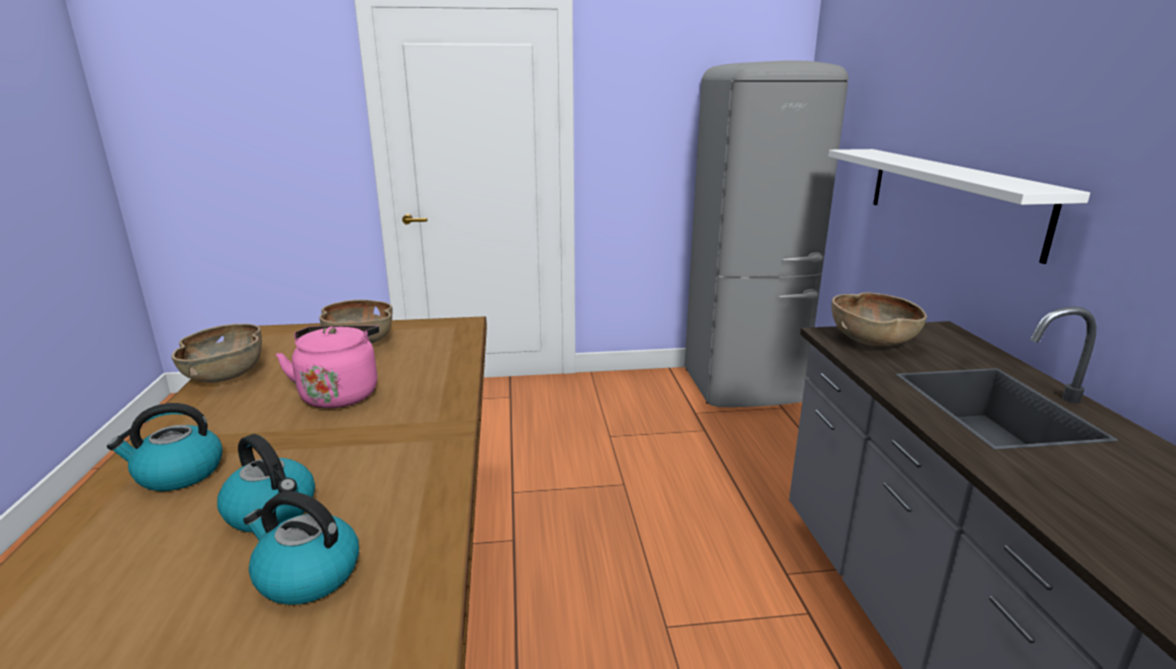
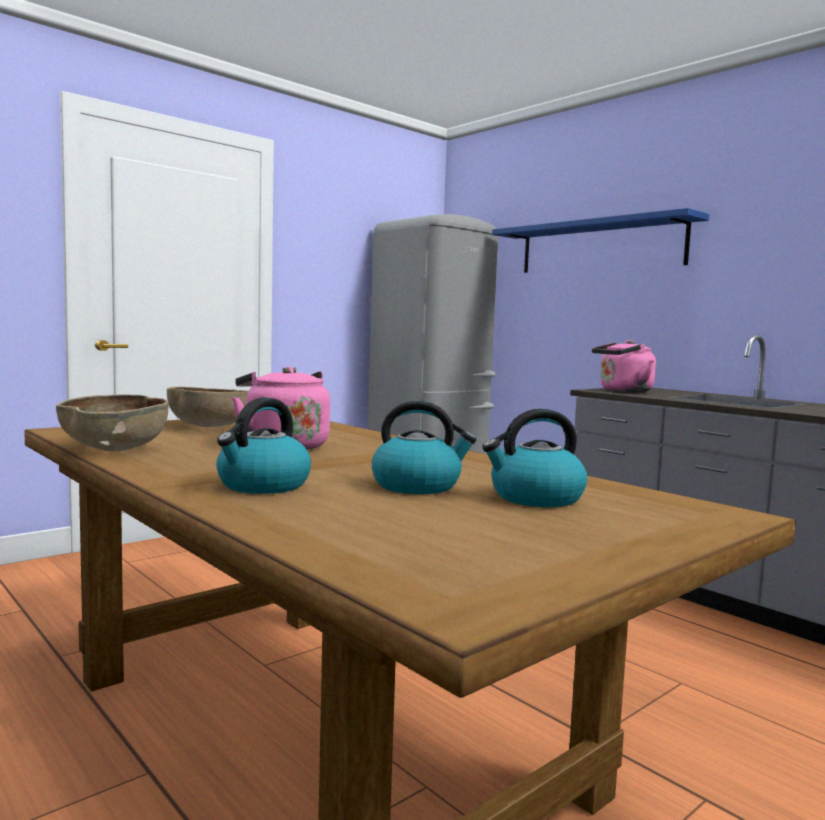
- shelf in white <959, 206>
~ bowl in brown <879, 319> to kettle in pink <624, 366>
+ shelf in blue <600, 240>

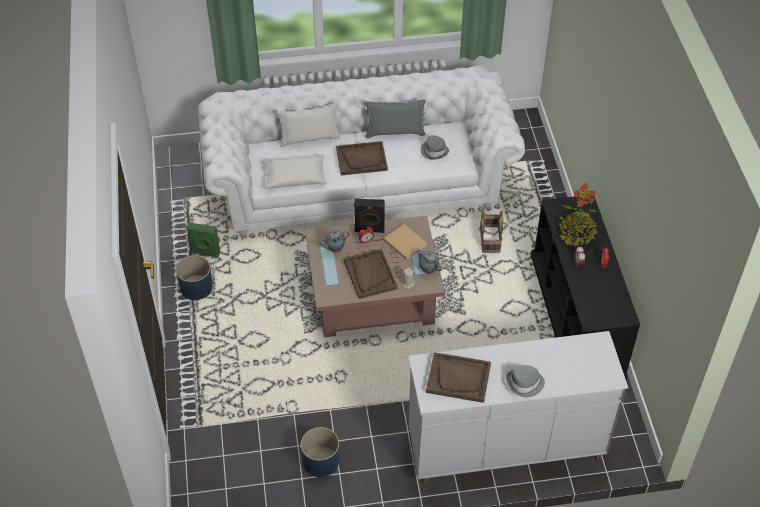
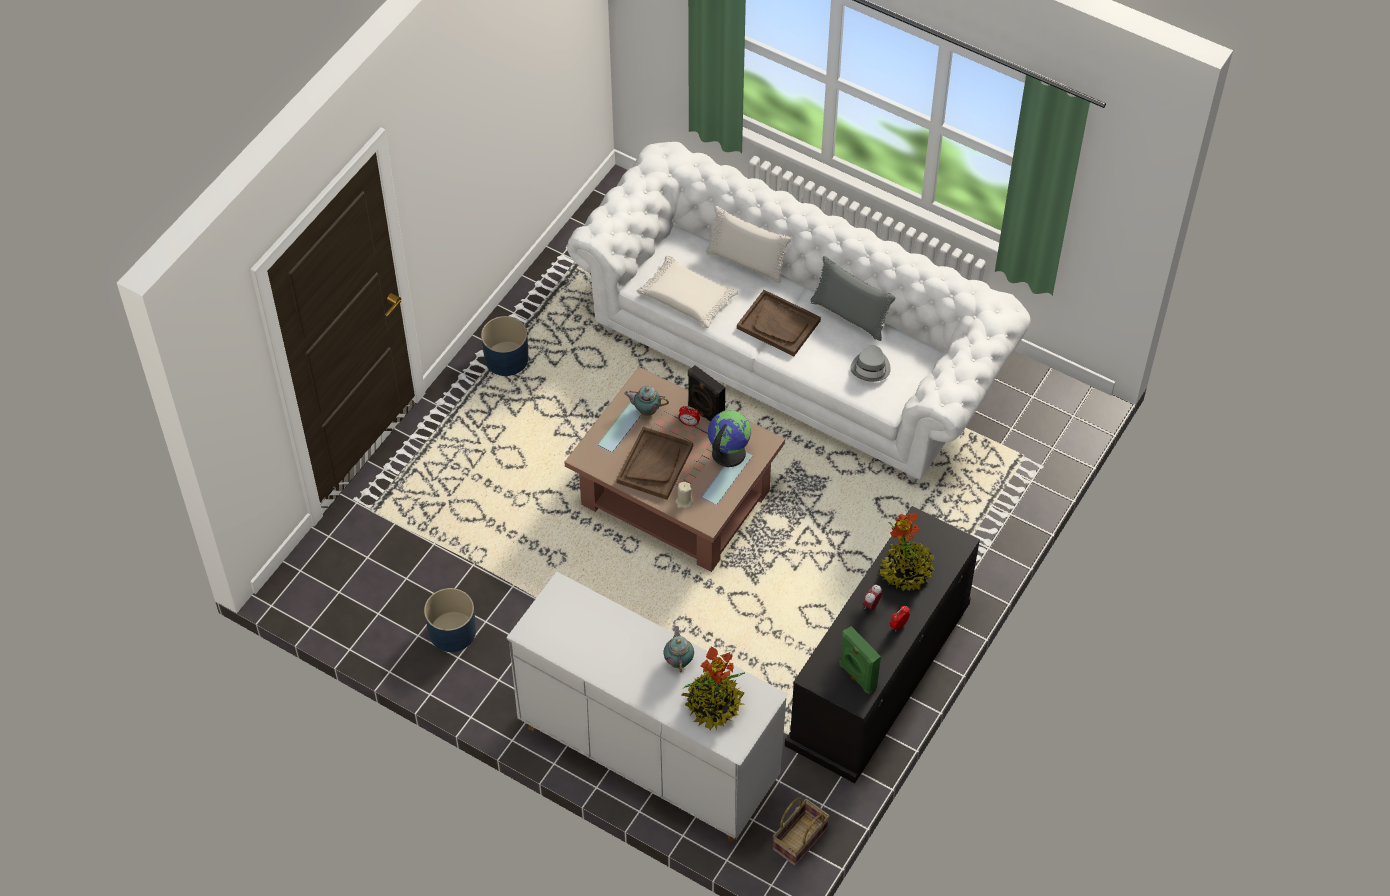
~ speaker in green <203, 240> to <860, 660>
~ book in beige <405, 242> to globe <729, 438>
~ teapot <429, 262> to <679, 649>
- tray in brown <458, 377>
~ basket <491, 232> to <801, 831>
- hat in grey <525, 381>
+ potted plant <713, 688>

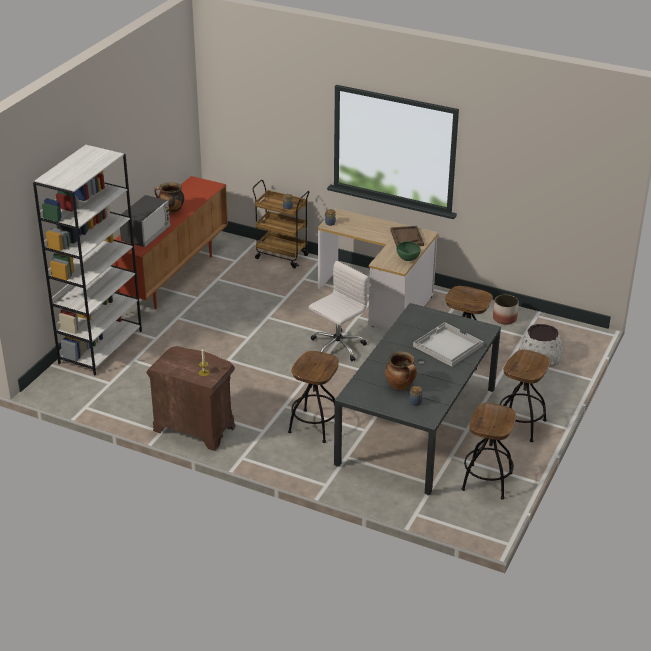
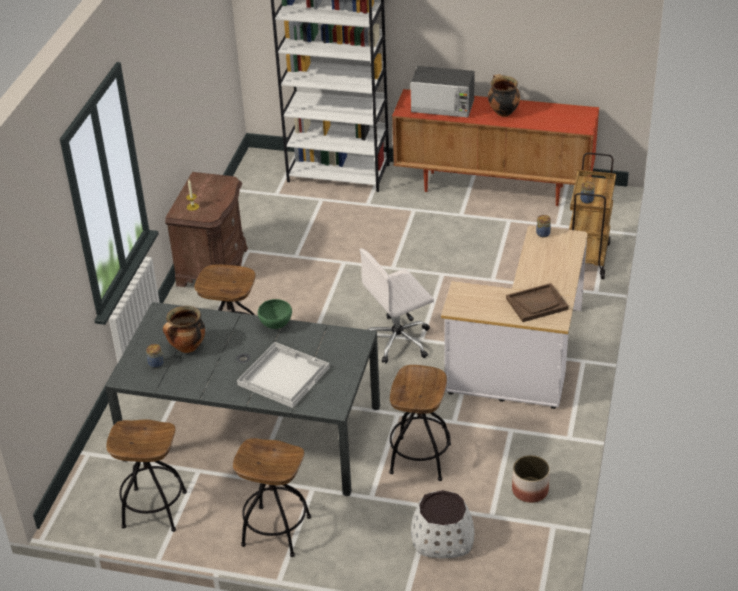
~ office chair in white <338, 311> = <397, 306> 120 degrees clockwise
~ bowl in green <408, 251> to <275, 314>

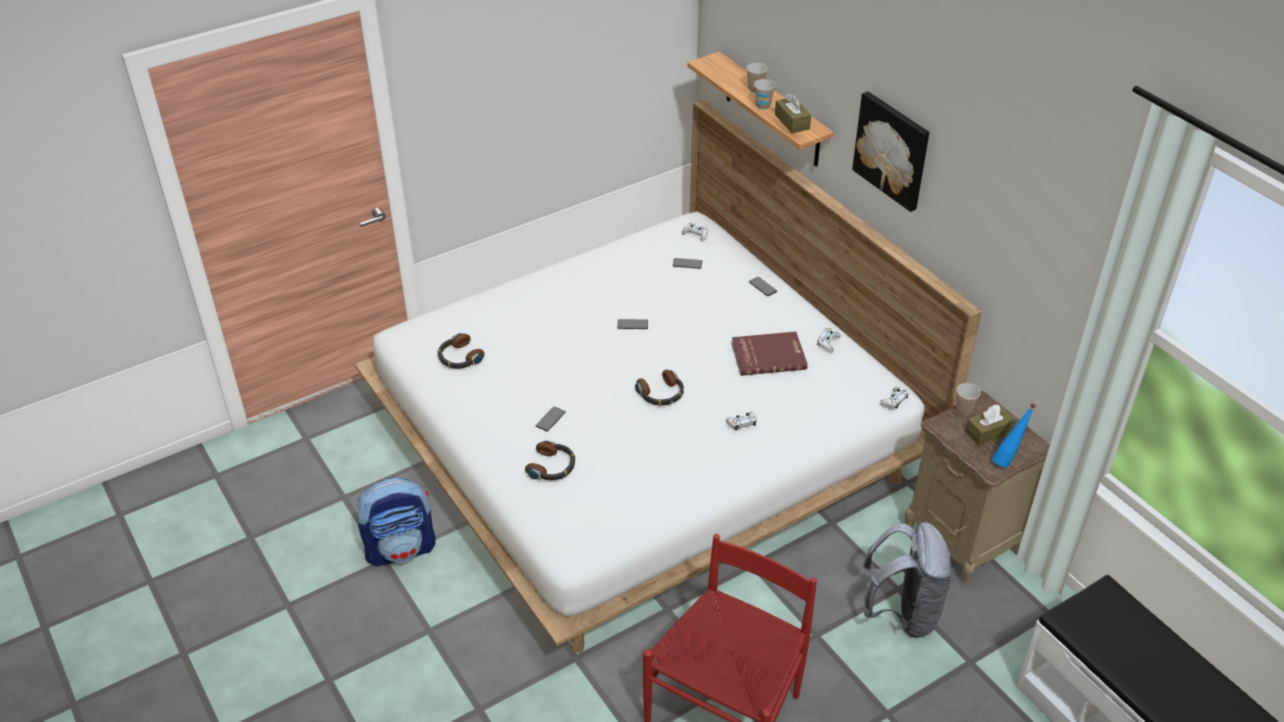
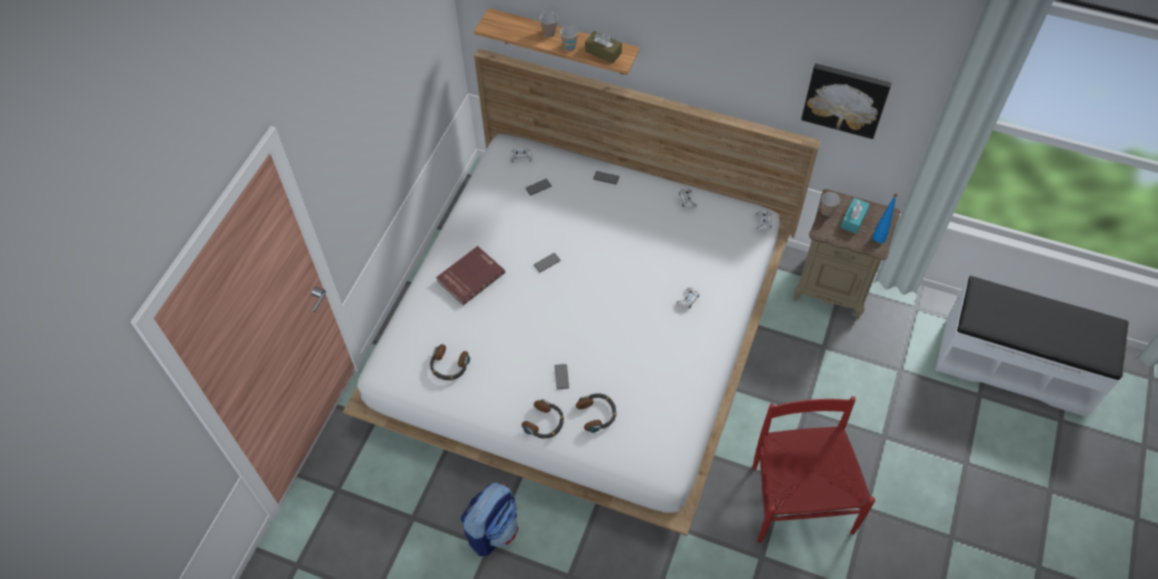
~ headphones <659, 388> to <543, 419>
~ book in red <769, 354> to <470, 275>
~ picture <890, 151> to <846, 101>
- backpack in grey <907, 580>
~ tissue box in brown <990, 425> to tissue box in turquoise <855, 216>

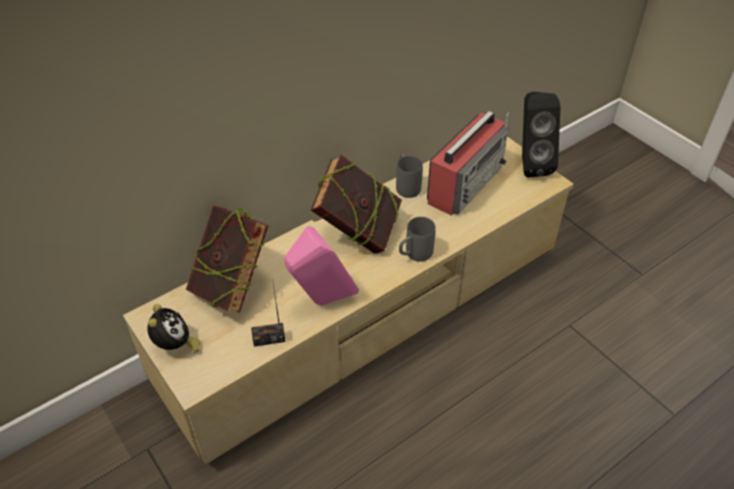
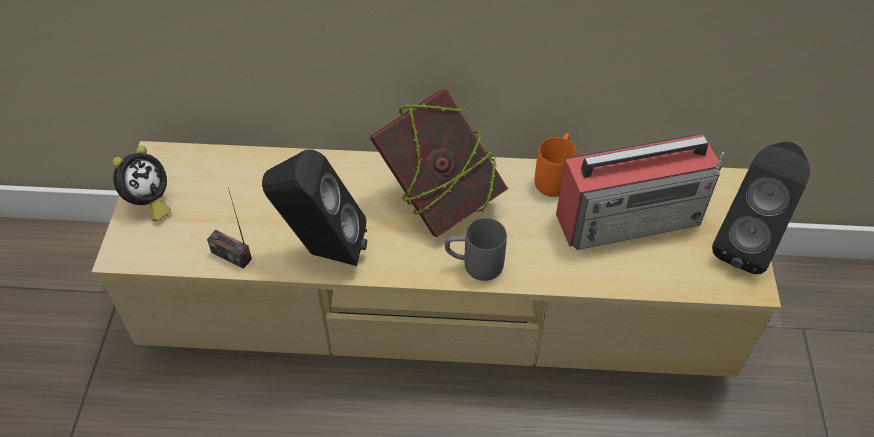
- book <227, 259>
~ speaker in pink <321, 266> to speaker in black <314, 208>
~ mug in grey <409, 176> to mug in orange <555, 165>

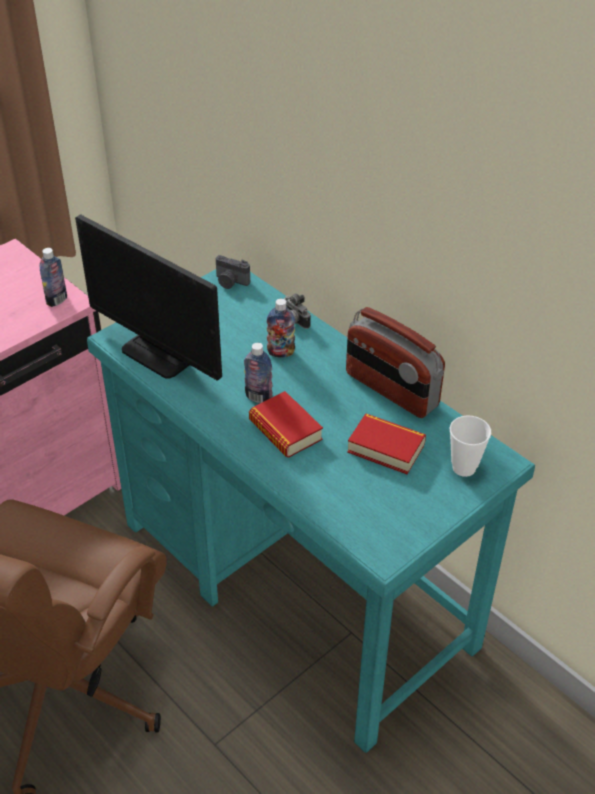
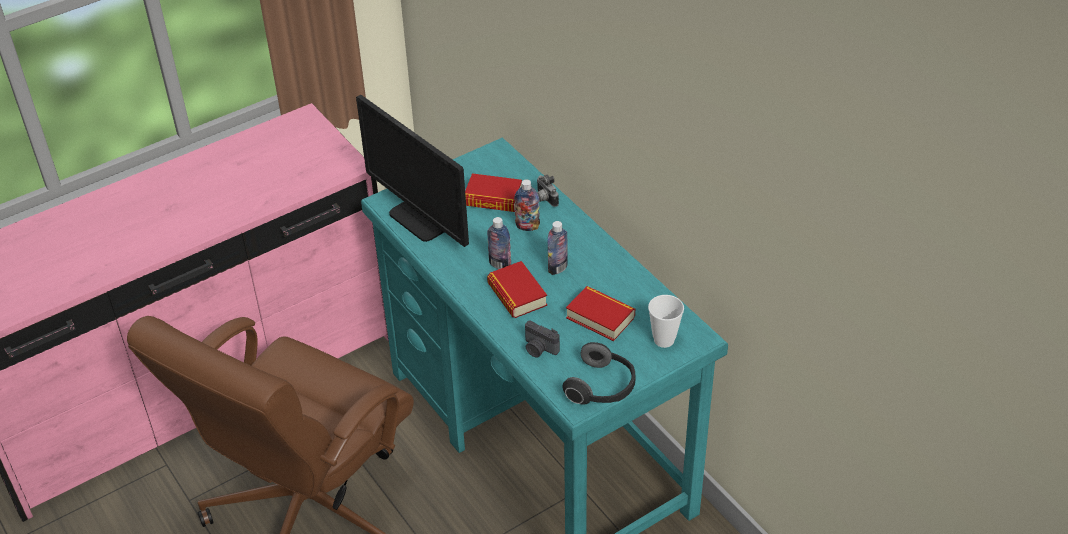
~ bottle <53, 277> to <558, 248>
~ photo camera <233, 272> to <542, 339>
- radio <395, 362>
+ book <493, 192>
+ headphones <598, 373>

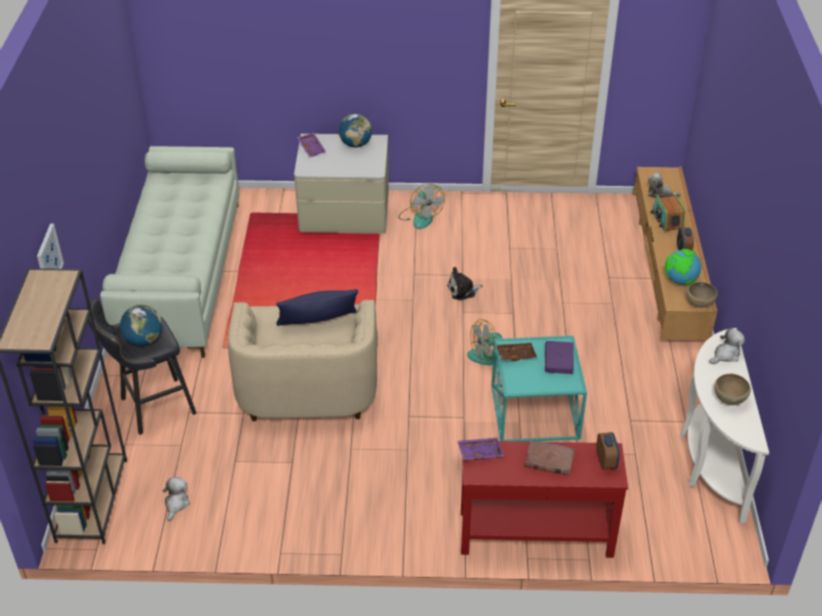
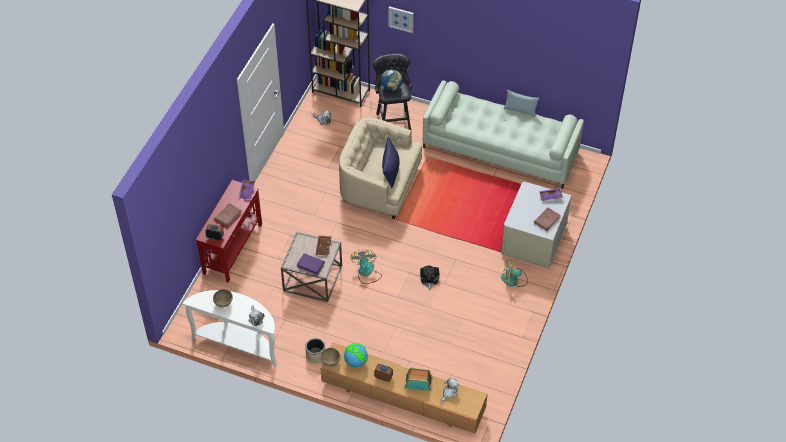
~ globe <355, 130> to book in brown <547, 219>
~ side table in turquoise <539, 389> to side table in brown <311, 267>
+ planter in beige <315, 350>
+ pillow in blue <521, 103>

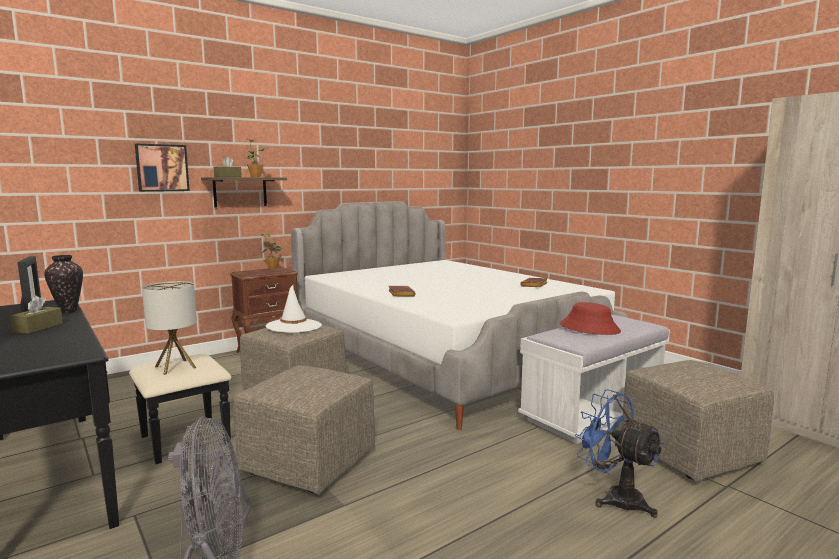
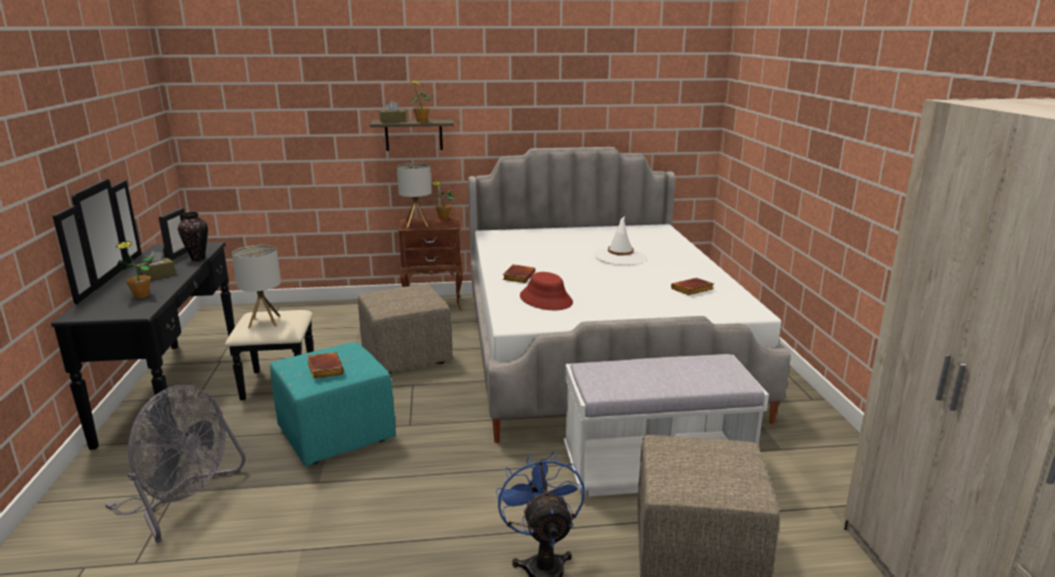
- picture <162, 168>
~ ottoman in beige <304, 430> to ottoman in turquoise <333, 404>
~ hat in white <294, 309> to <621, 240>
~ hat in red <590, 318> to <546, 291>
+ potted plant <134, 269>
+ book in brown <325, 365>
+ table lamp <414, 195>

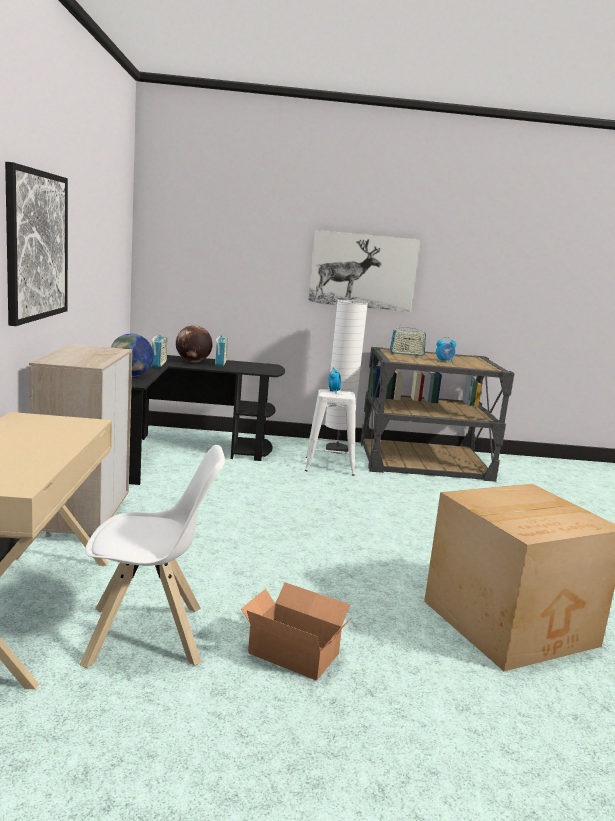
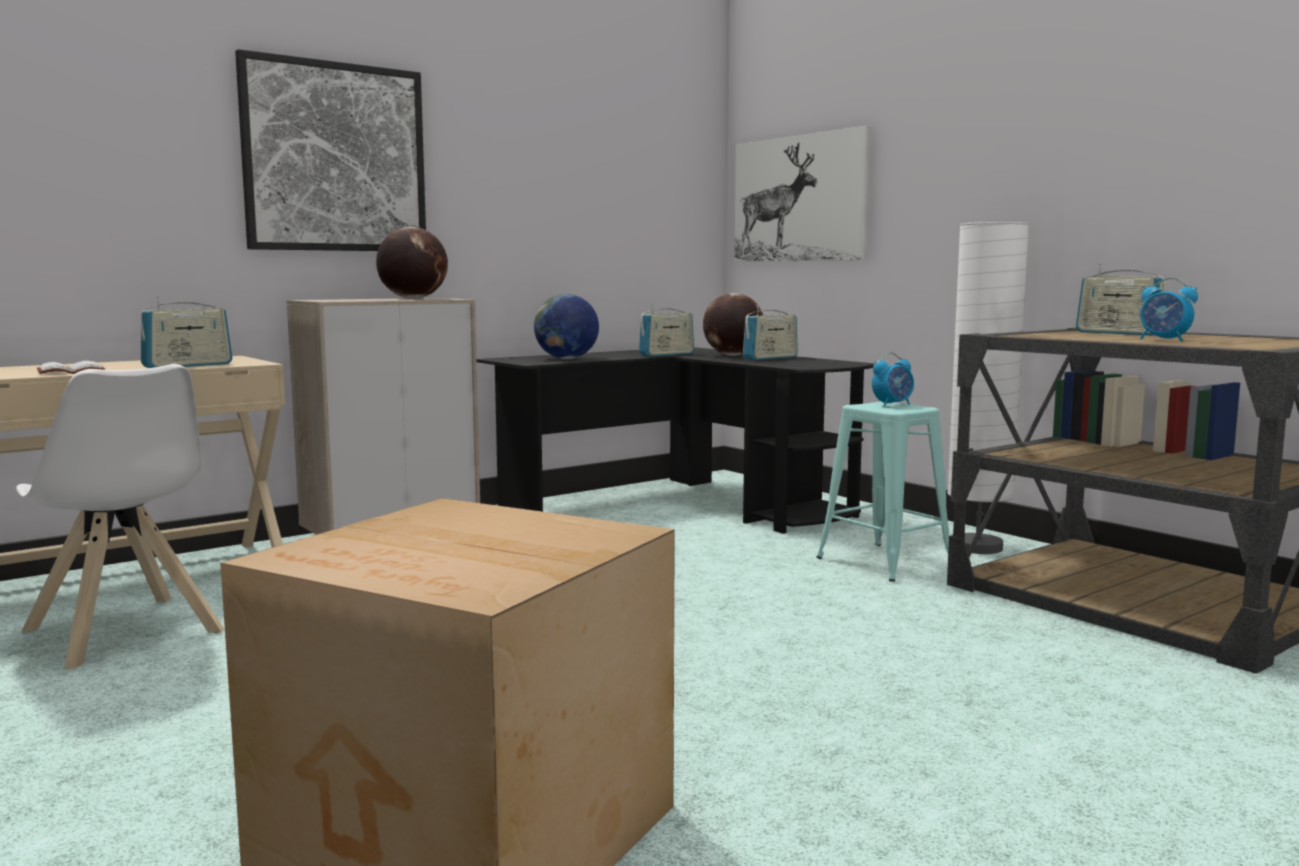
- cardboard box <296, 631>
~ stool in white <330, 432> to stool in turquoise <882, 491>
~ picture <364, 271> to <803, 193>
+ book in white <71, 367>
+ radio <186, 332>
+ globe <412, 263>

